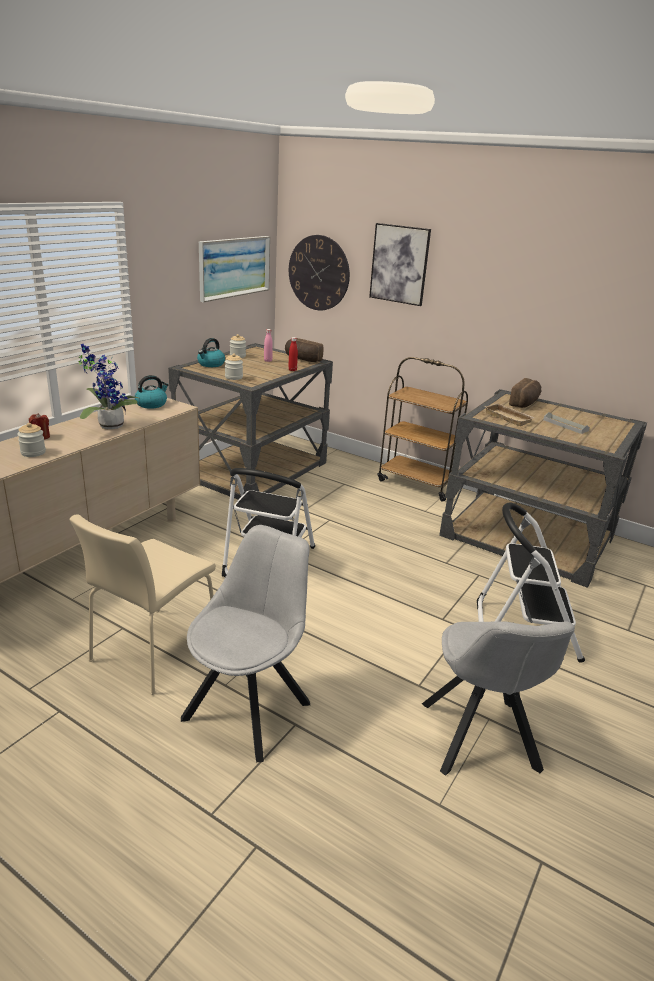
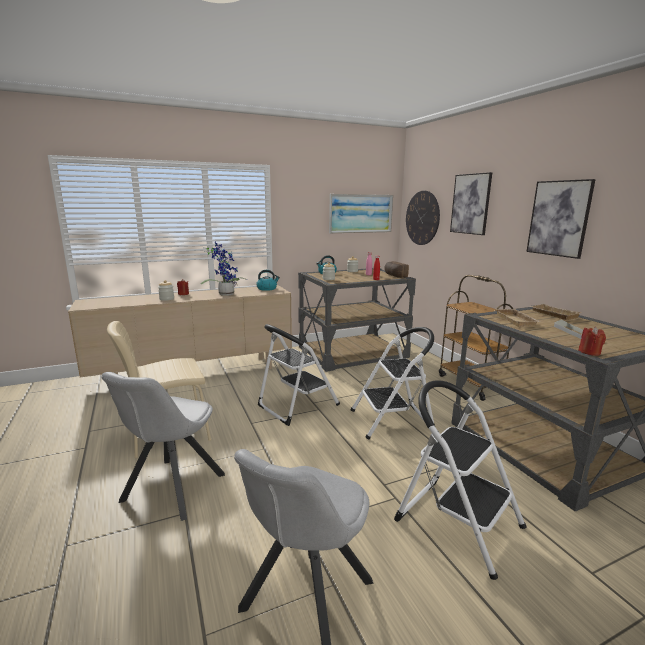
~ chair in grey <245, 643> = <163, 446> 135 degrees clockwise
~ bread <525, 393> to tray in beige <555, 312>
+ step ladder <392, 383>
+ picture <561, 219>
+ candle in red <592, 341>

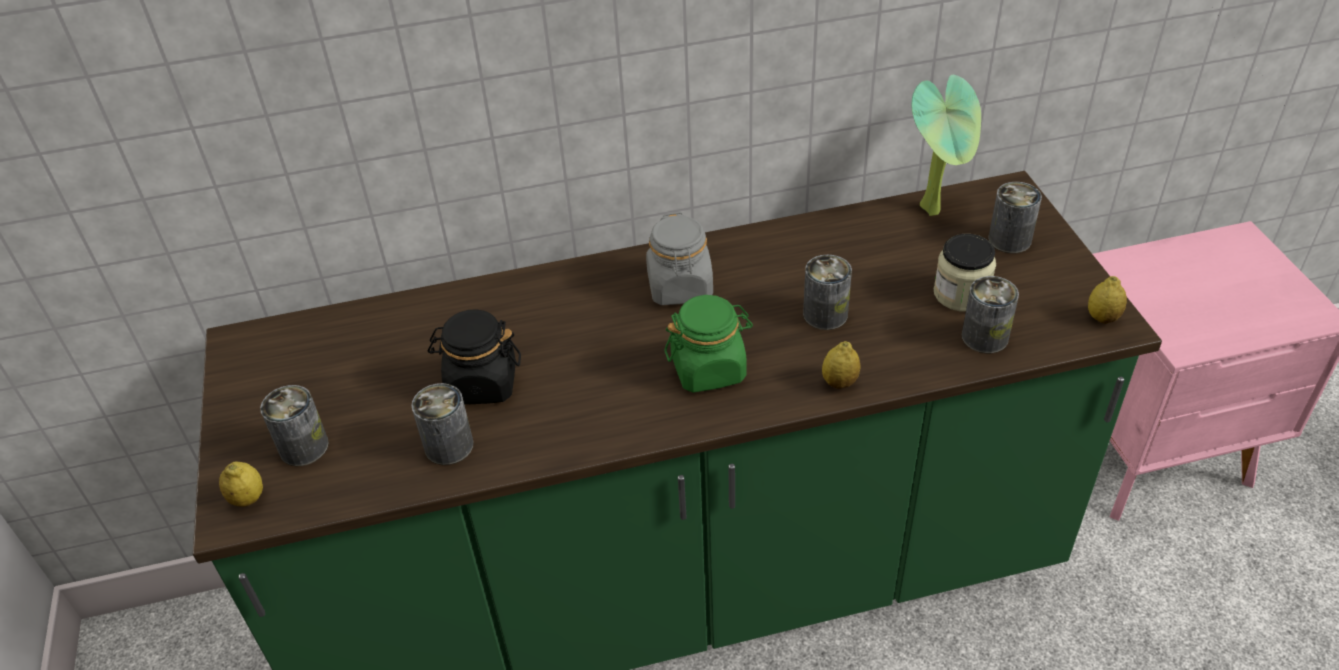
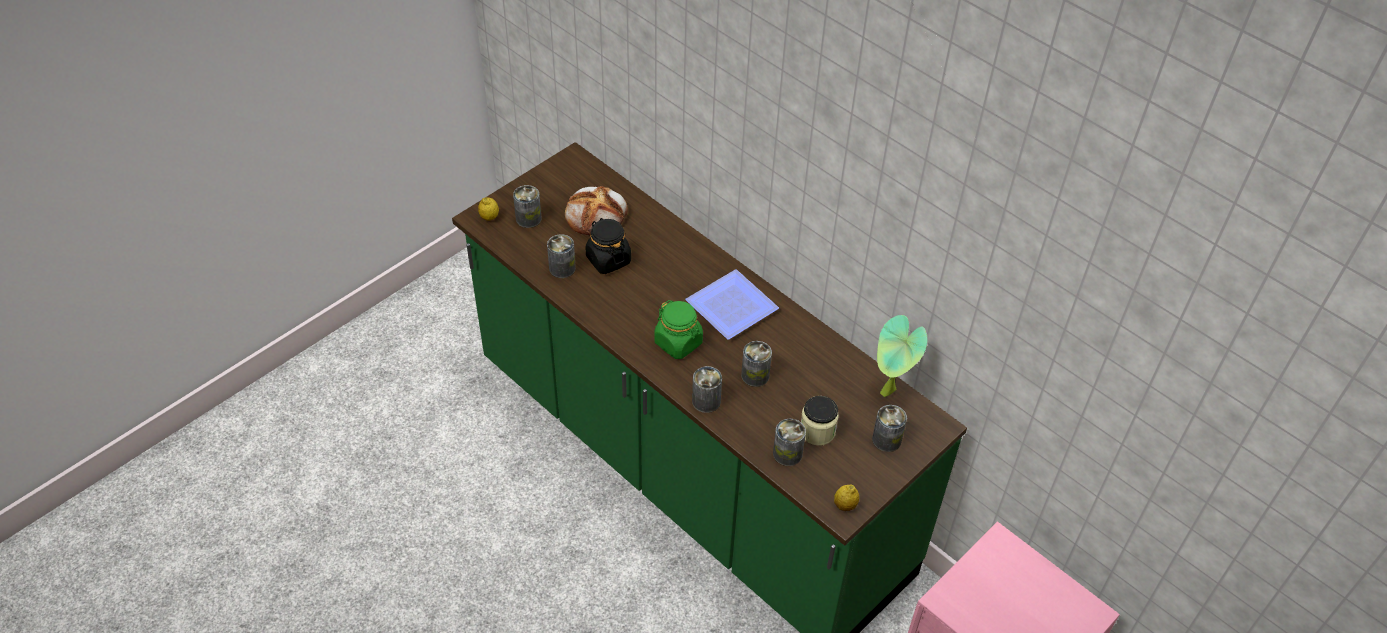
~ jar in grey <679, 258> to plate <732, 304>
~ lemon <841, 365> to can <707, 389>
+ bread <596, 210>

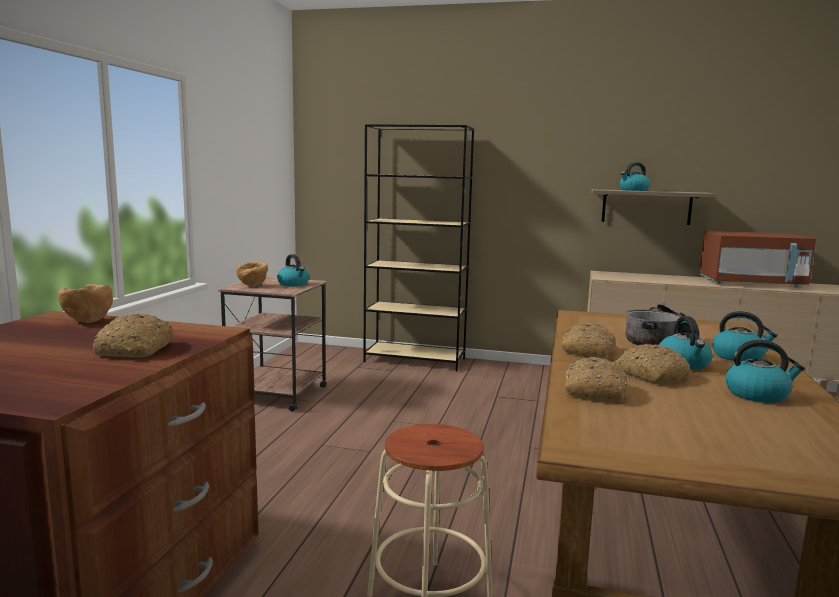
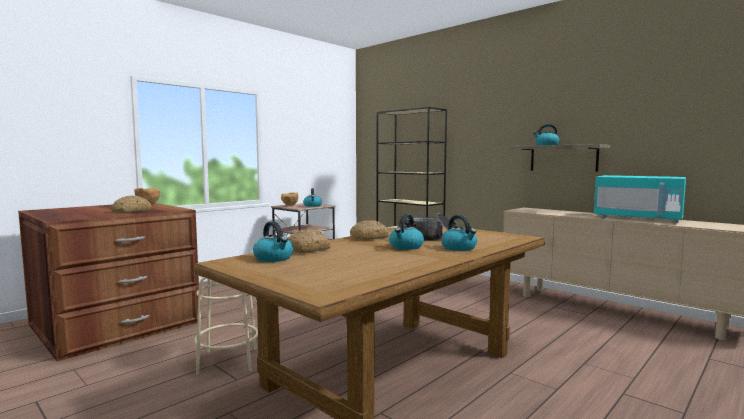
- bread <654, 364>
~ microwave in brown <758, 259> to microwave in turquoise <640, 199>
~ kettle <765, 371> to <273, 241>

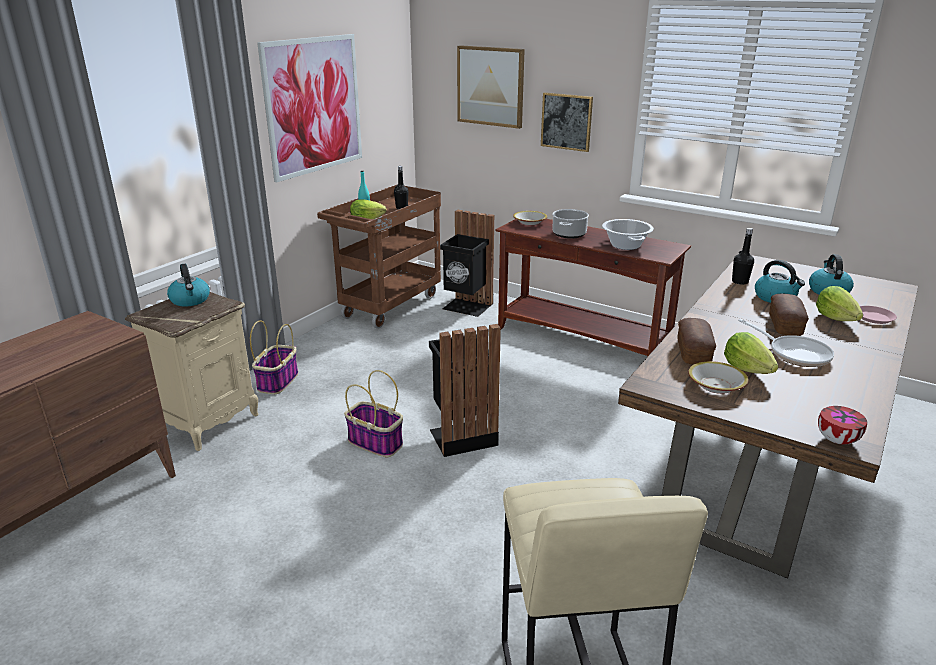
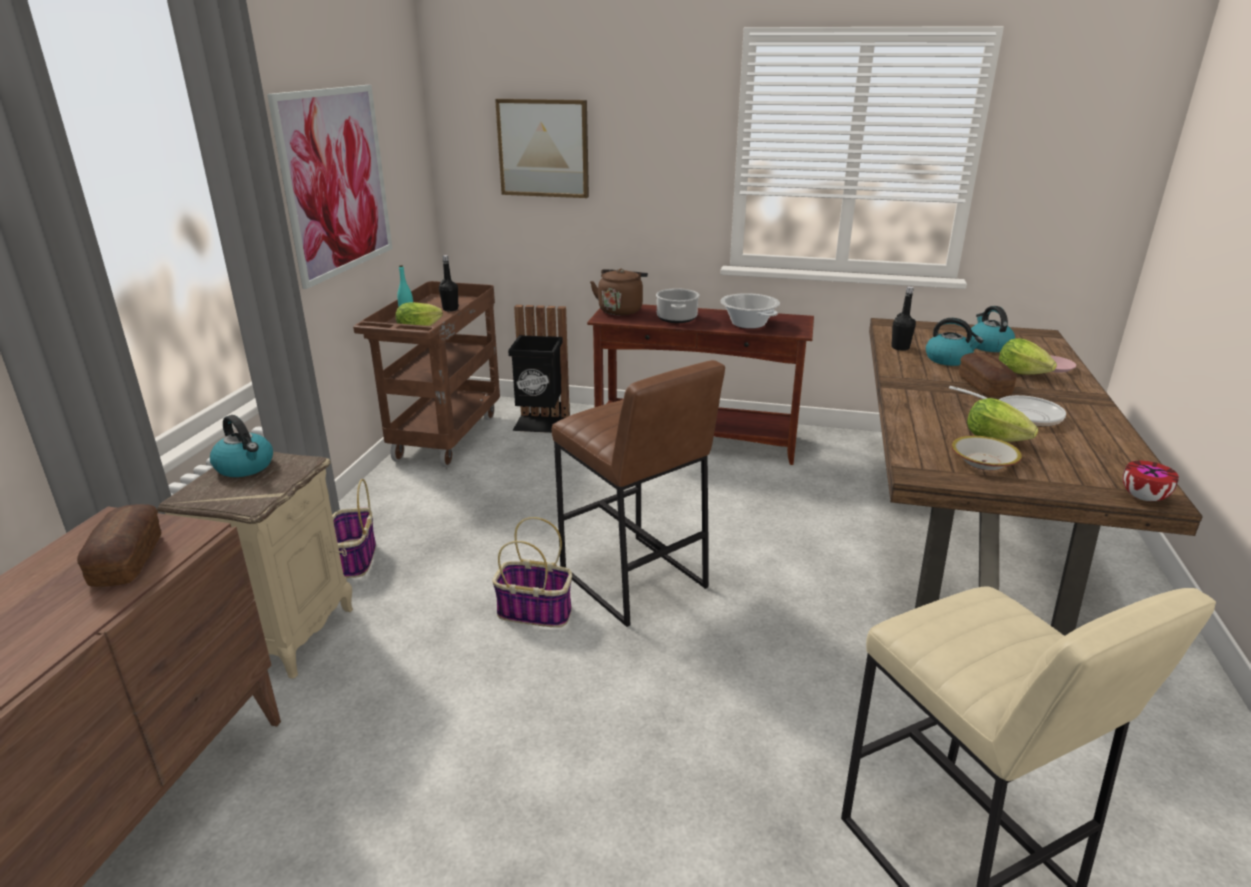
~ trash can in black <465, 390> to stool in brown <638, 493>
~ bowl <530, 218> to kettle in brown <619, 291>
- picture <567, 122>
~ bread <697, 341> to <119, 545>

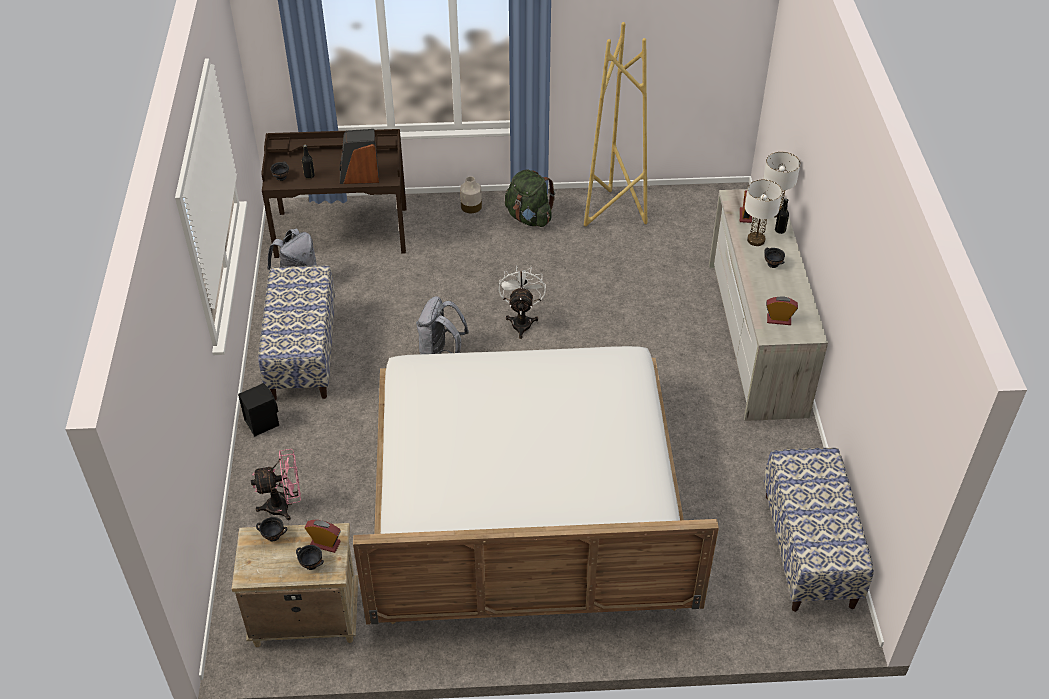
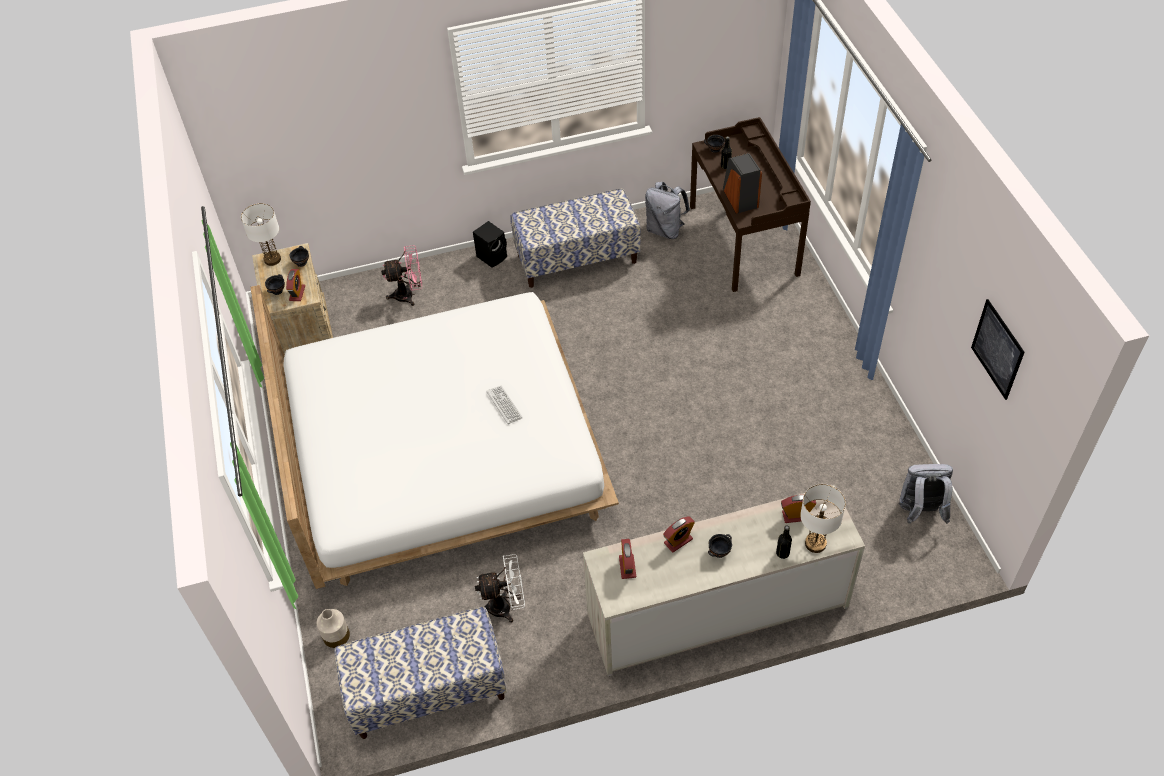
~ fan in pink <276, 484> = <401, 275> 75 degrees counterclockwise
~ backpack in grey <442, 325> to <926, 494>
~ vase in beige <471, 194> to <333, 628>
~ fan in white <522, 302> to <500, 588>
- backpack in green <530, 198>
- clothes rack in yellow <615, 124>
~ table lamp <763, 212> to <261, 234>
+ keyboard <504, 405>
+ alarm clock <679, 534>
+ picture <998, 349>

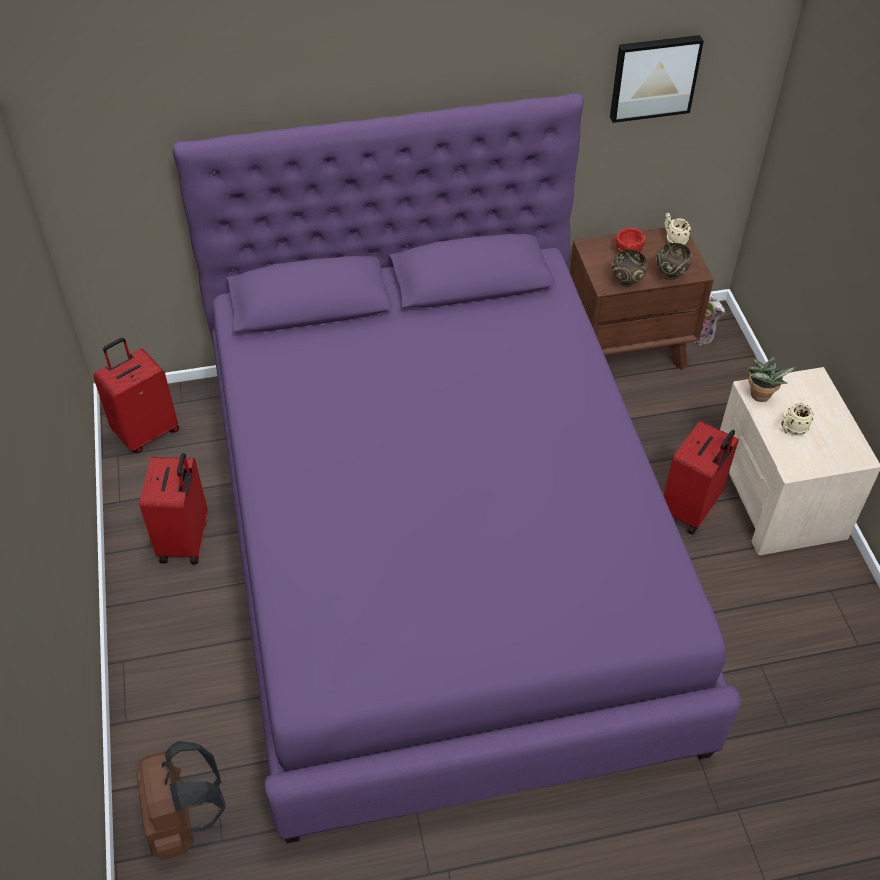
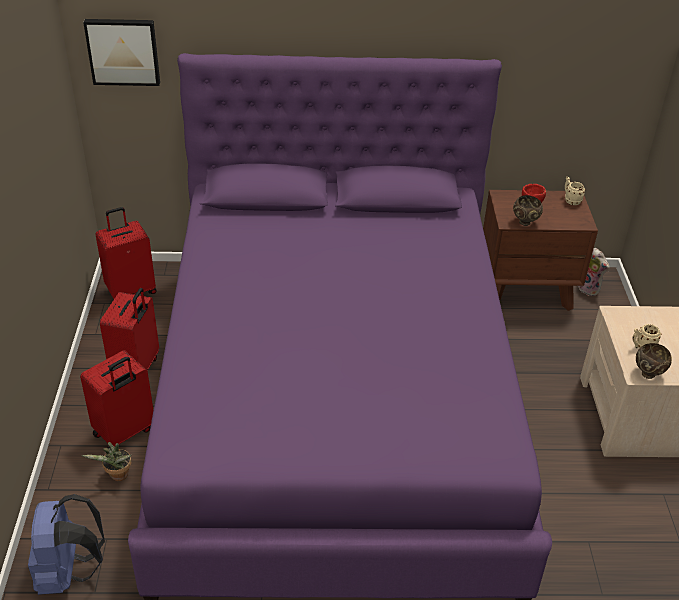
~ backpack in brown <181, 801> to backpack in blue <66, 544>
~ picture <657, 79> to <121, 52>
~ bowl in brown <674, 261> to <654, 361>
~ suitcase in red <701, 478> to <116, 399>
~ potted plant <772, 379> to <106, 461>

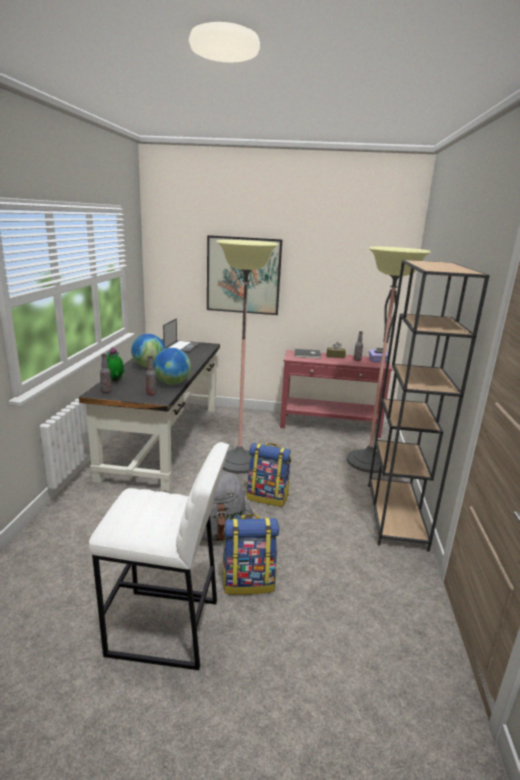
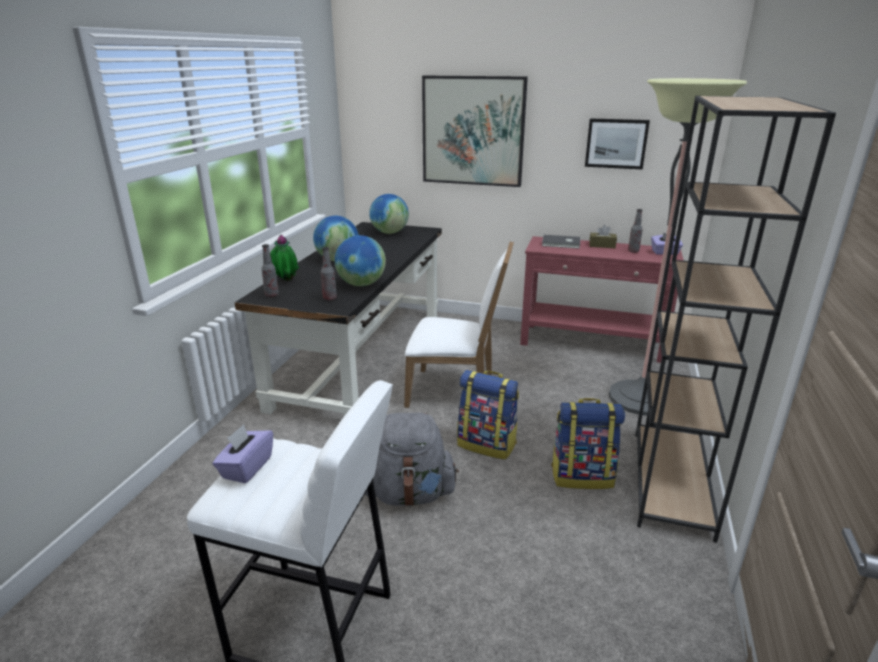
~ laptop <182, 335> to globe <389, 214>
~ floor lamp <247, 357> to chair in white <459, 324>
~ backpack <250, 554> to <588, 443>
+ tissue box in purple <242, 453>
+ picture <617, 144>

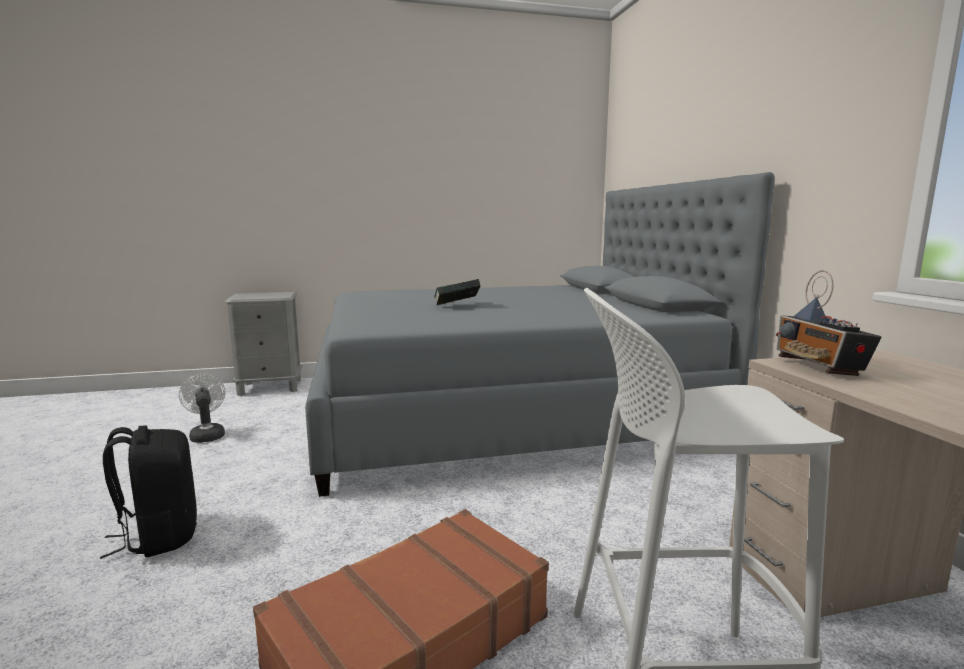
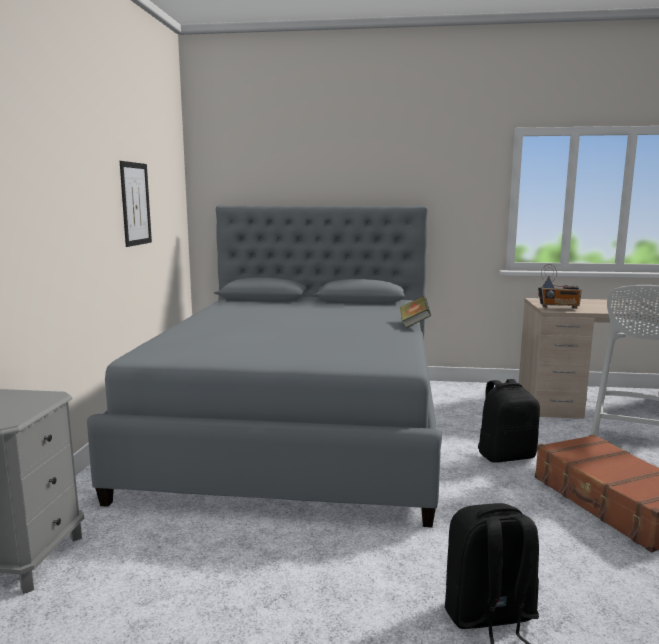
- fan in white <202, 408>
~ book <457, 292> to <415, 312>
+ picture <136, 204>
+ backpack in black <509, 421>

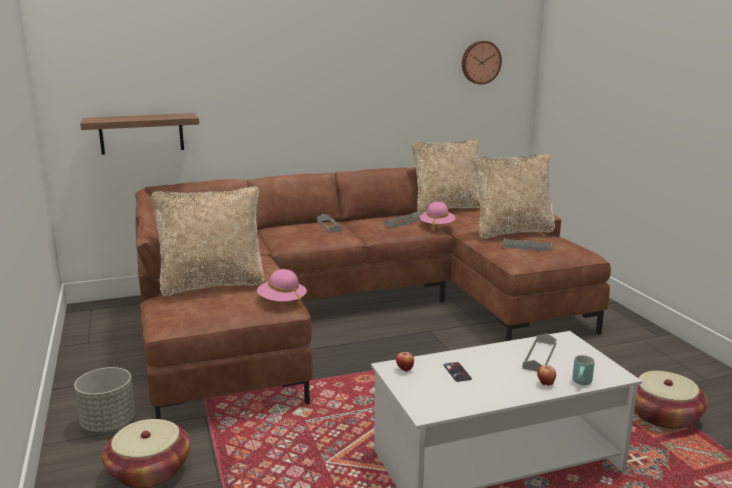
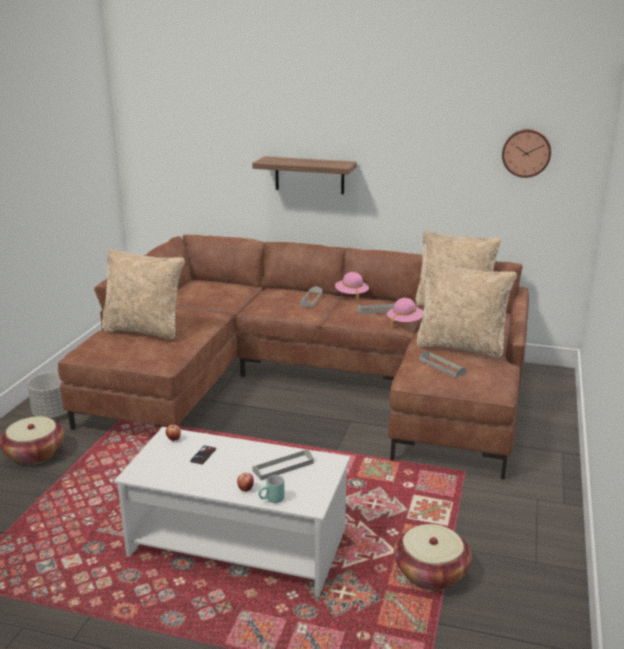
~ shelf <139, 134> to <304, 175>
~ hat in pink <282, 288> to <352, 286>

